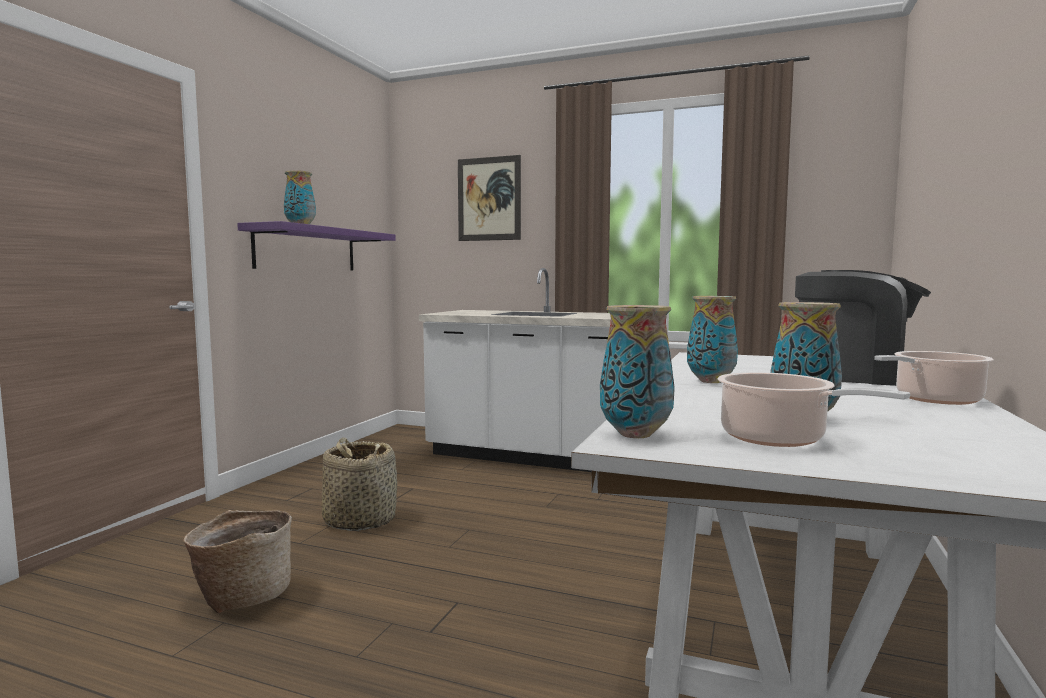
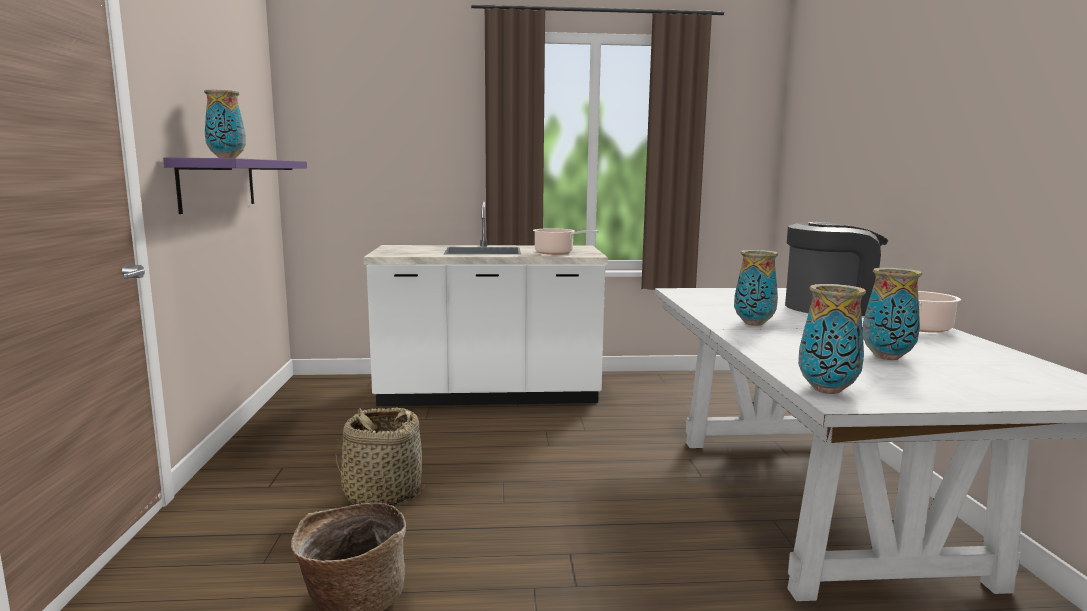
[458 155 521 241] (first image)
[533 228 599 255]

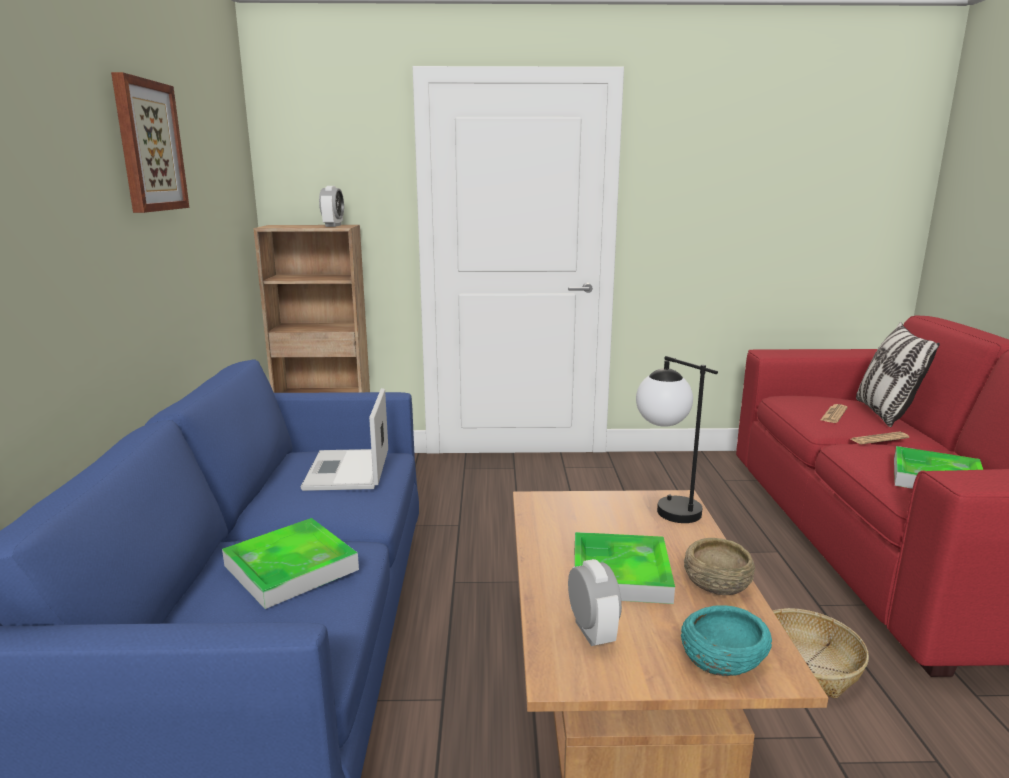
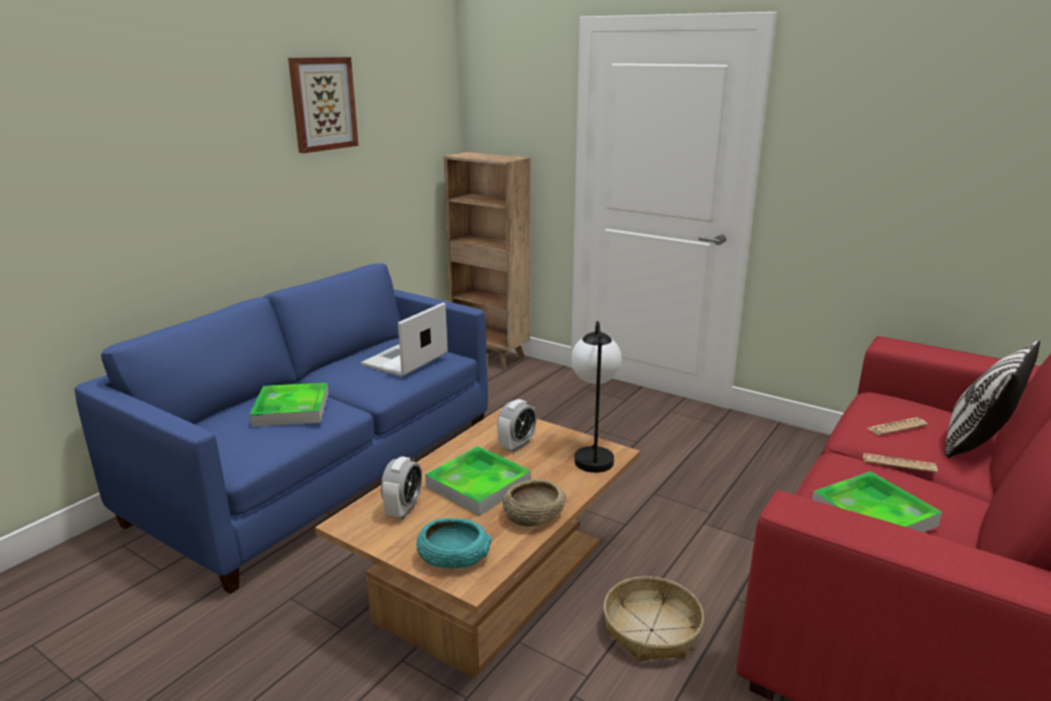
[497 399 536 452]

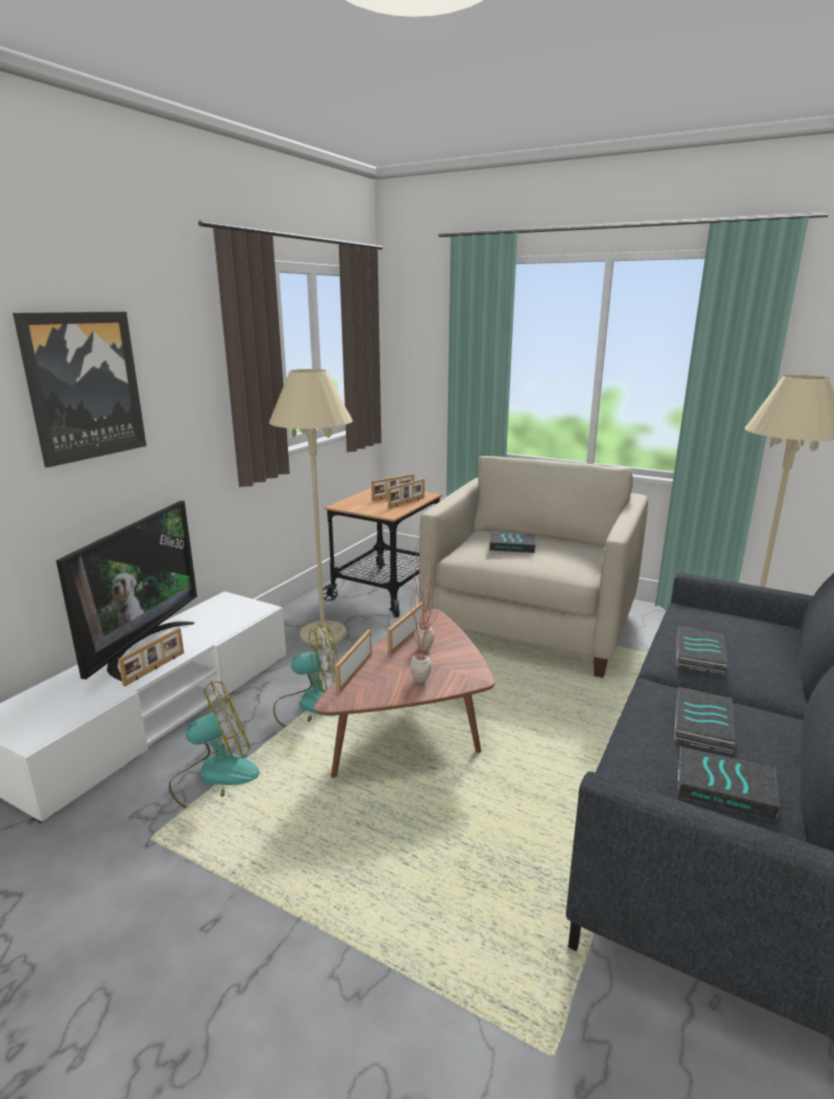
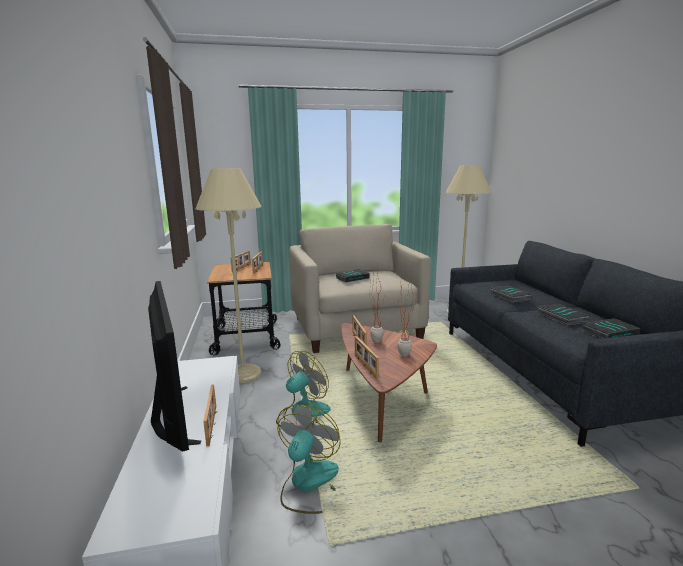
[13 312 146 468] (first image)

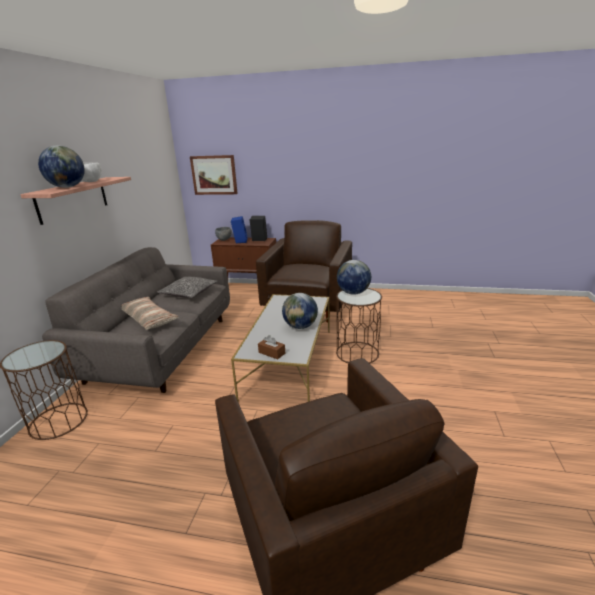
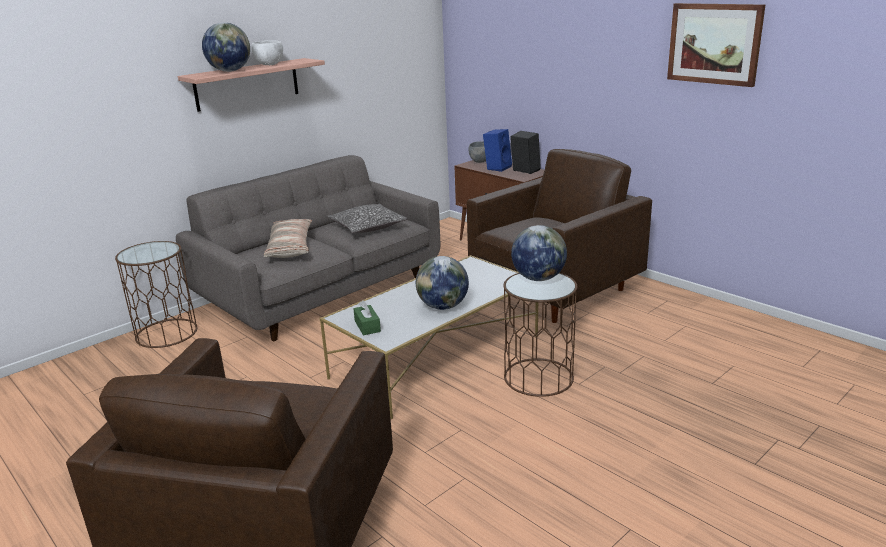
[667 3 765 87]
[353 300 381 335]

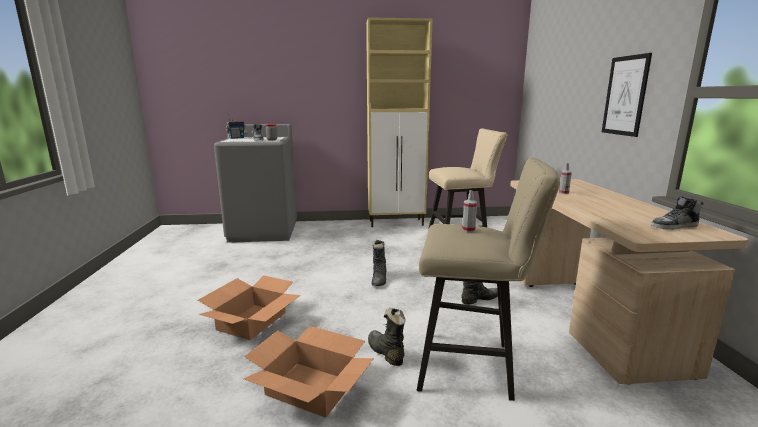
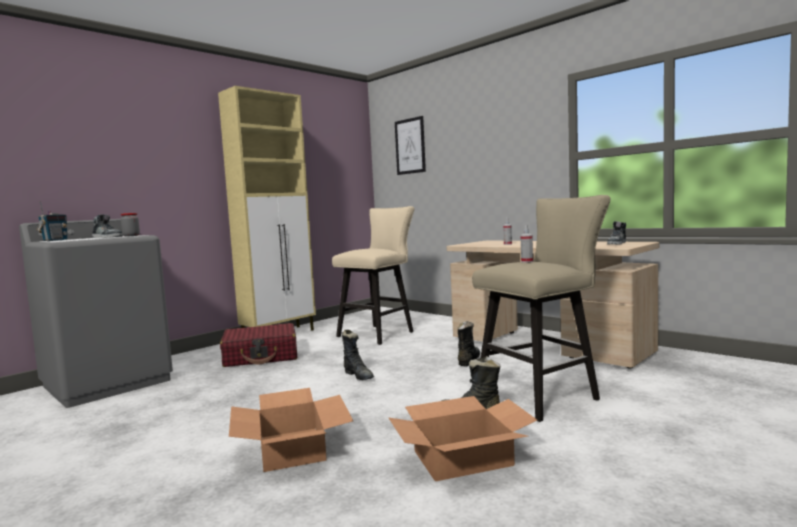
[395 116 426 175]
[220 323 297 367]

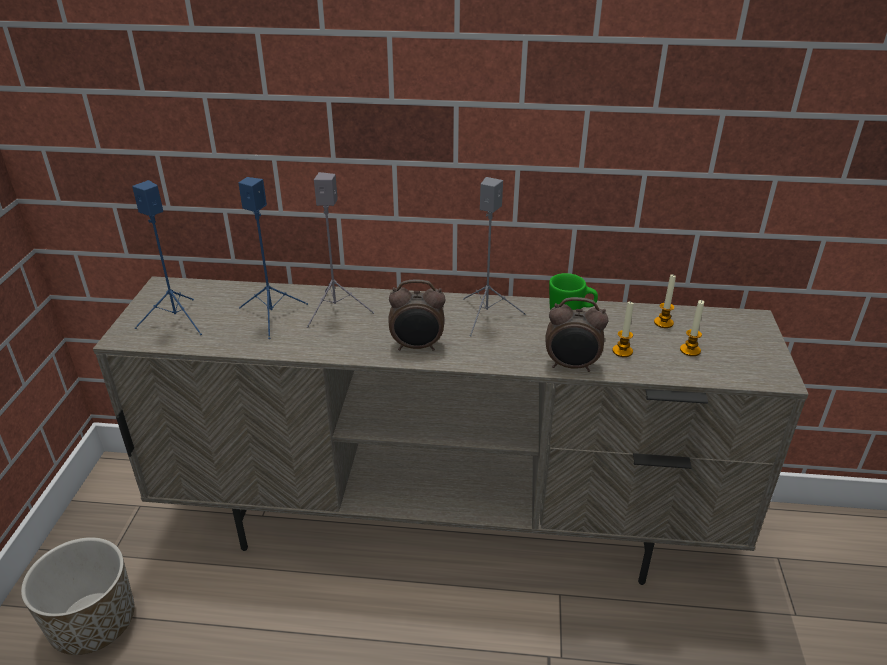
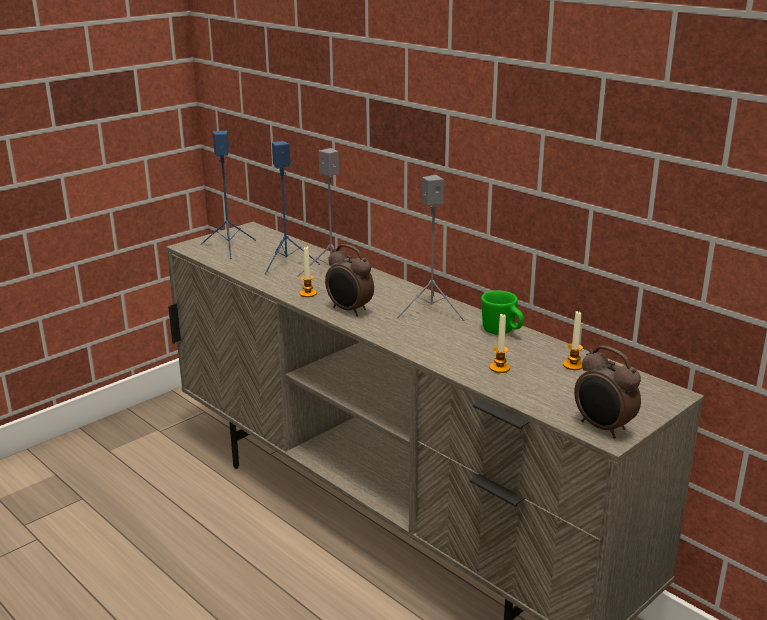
[574 345 641 438]
[299 247 317 297]
[21 537 134 655] (first image)

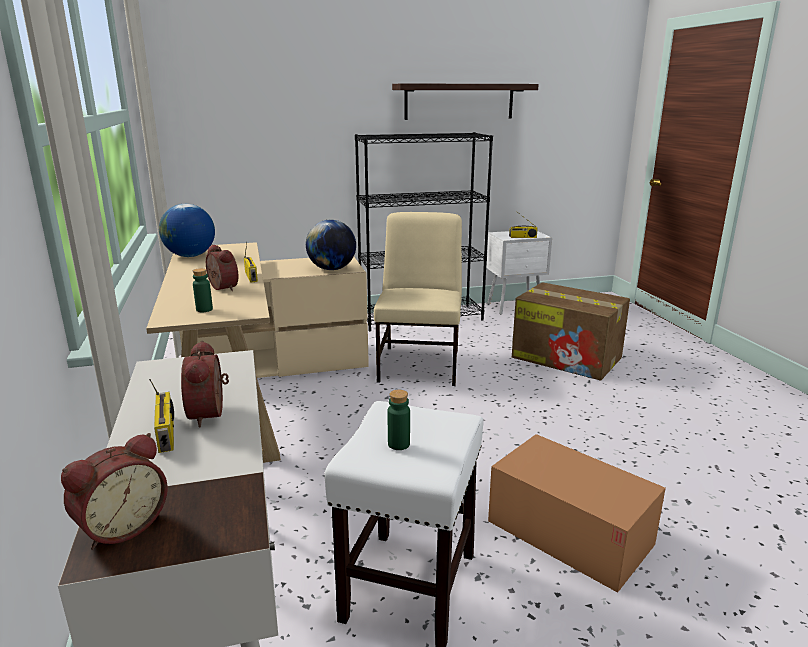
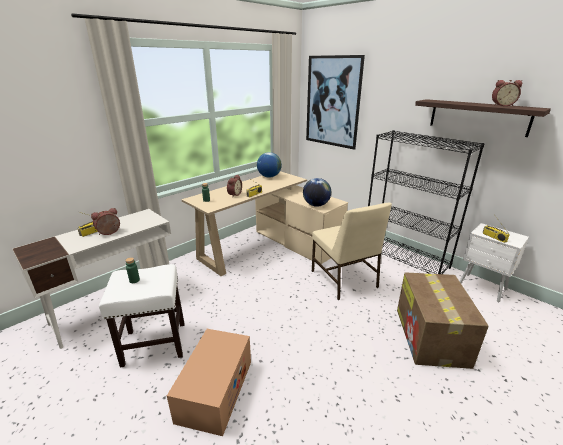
[312 203 392 300]
[492 80 522 106]
[306 55 365 150]

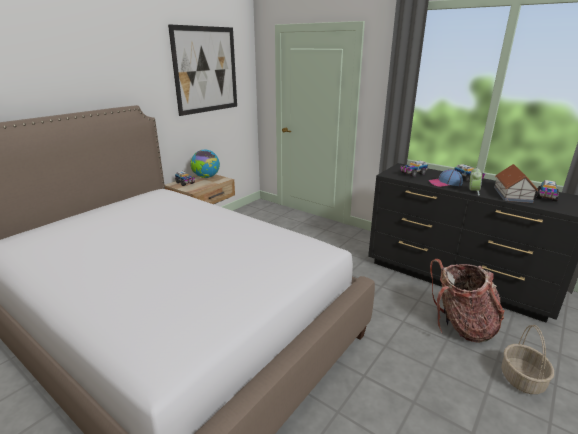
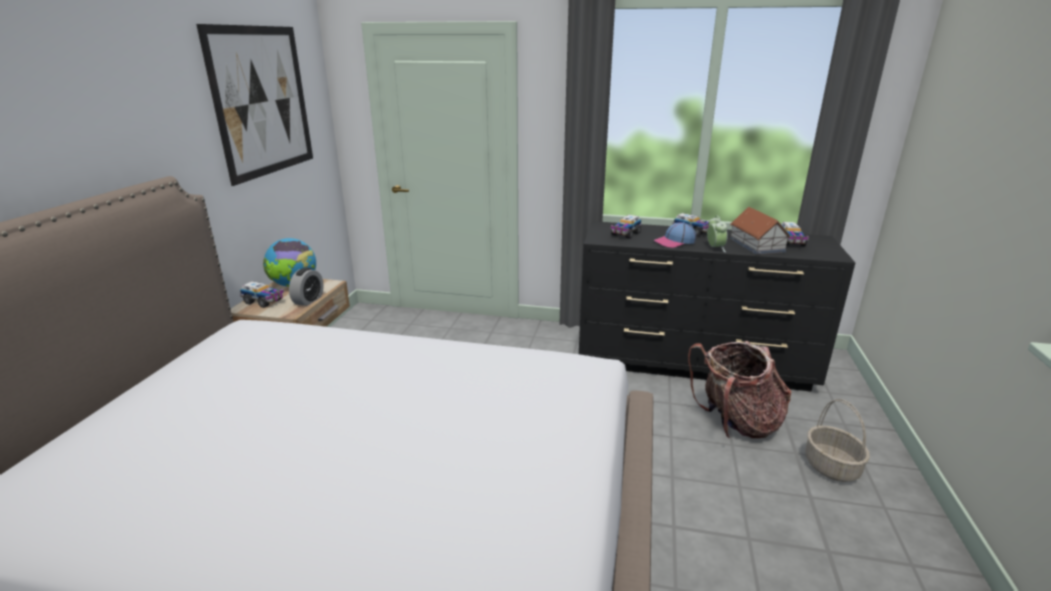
[289 268 324 306]

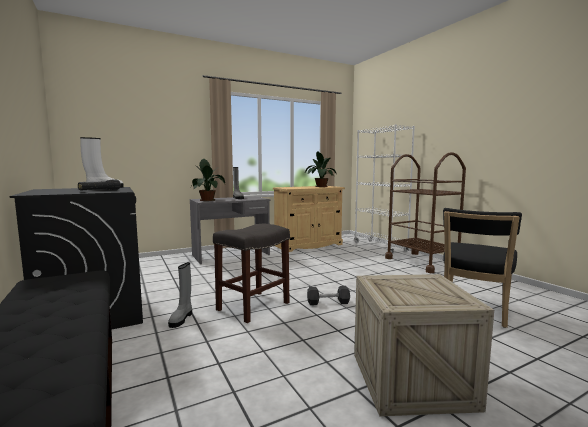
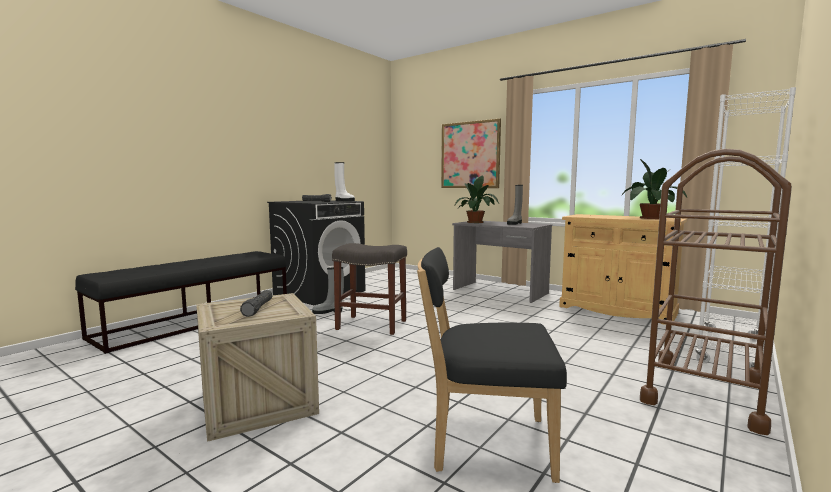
[307 286 350 305] (first image)
[441 118 501 188]
[240 290 273 317]

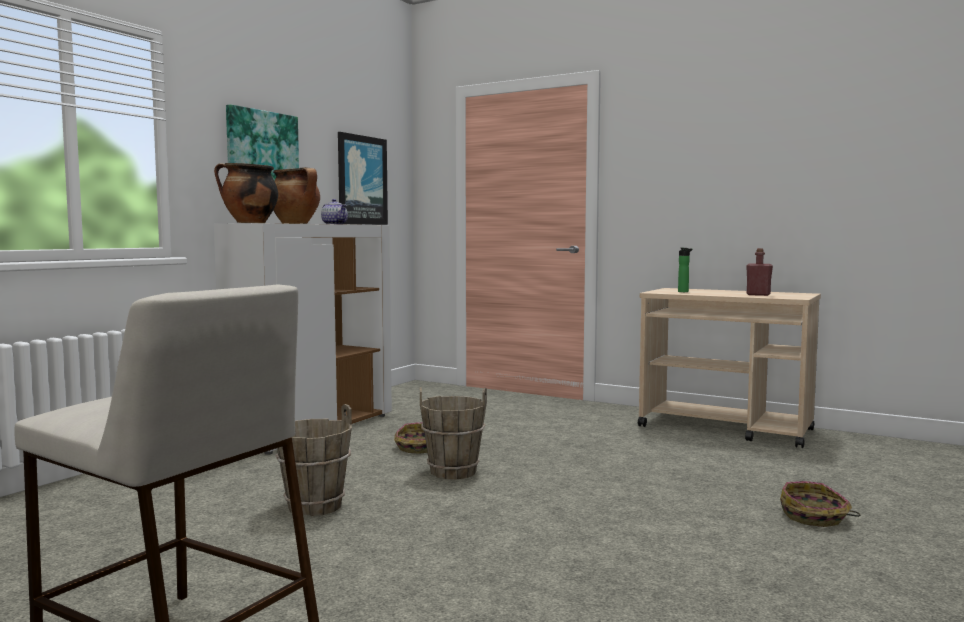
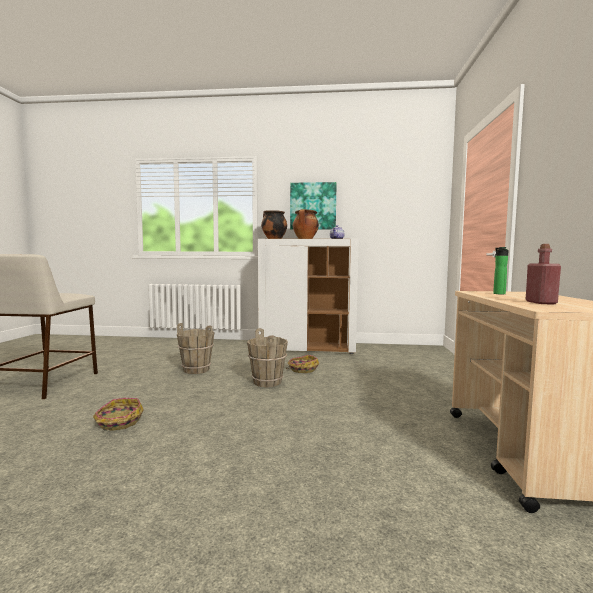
[338 132 388 225] (first image)
[93 398 144 431]

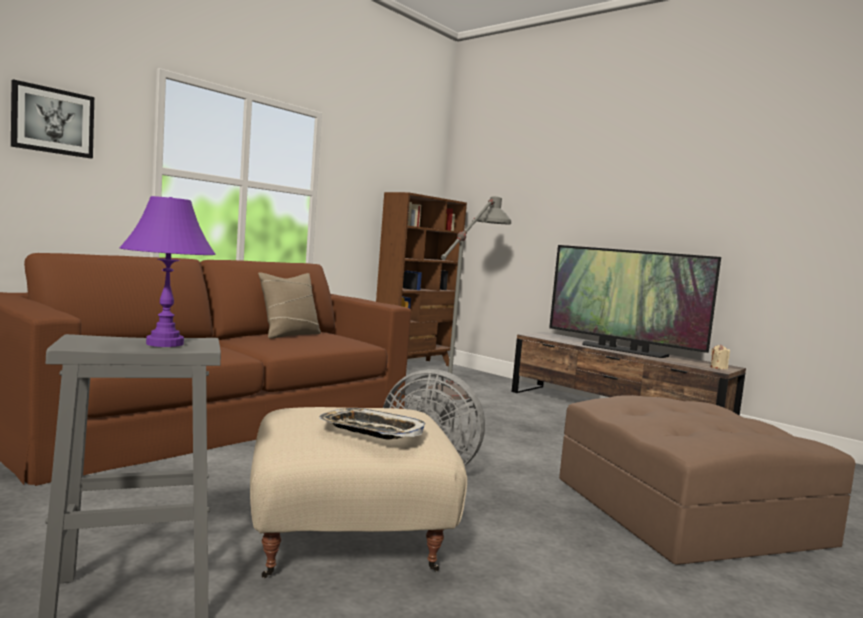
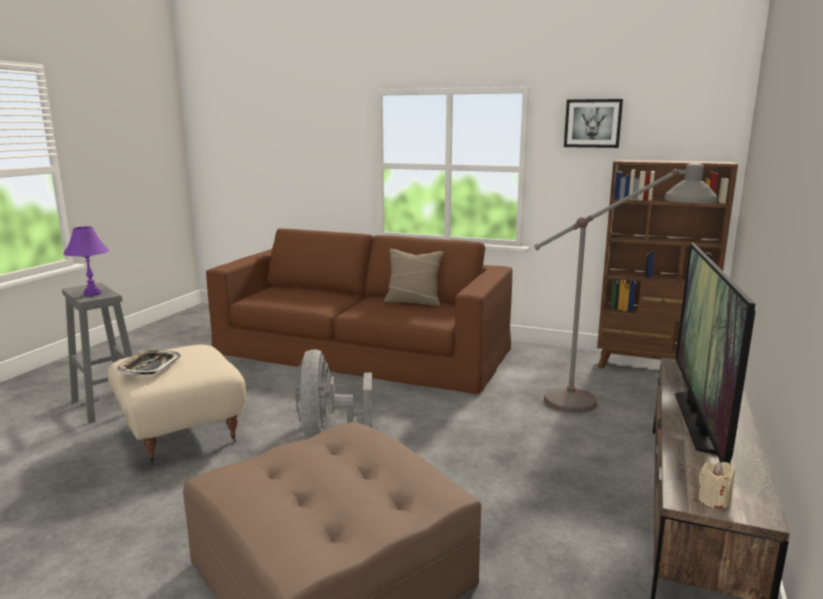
[564 99 623 148]

